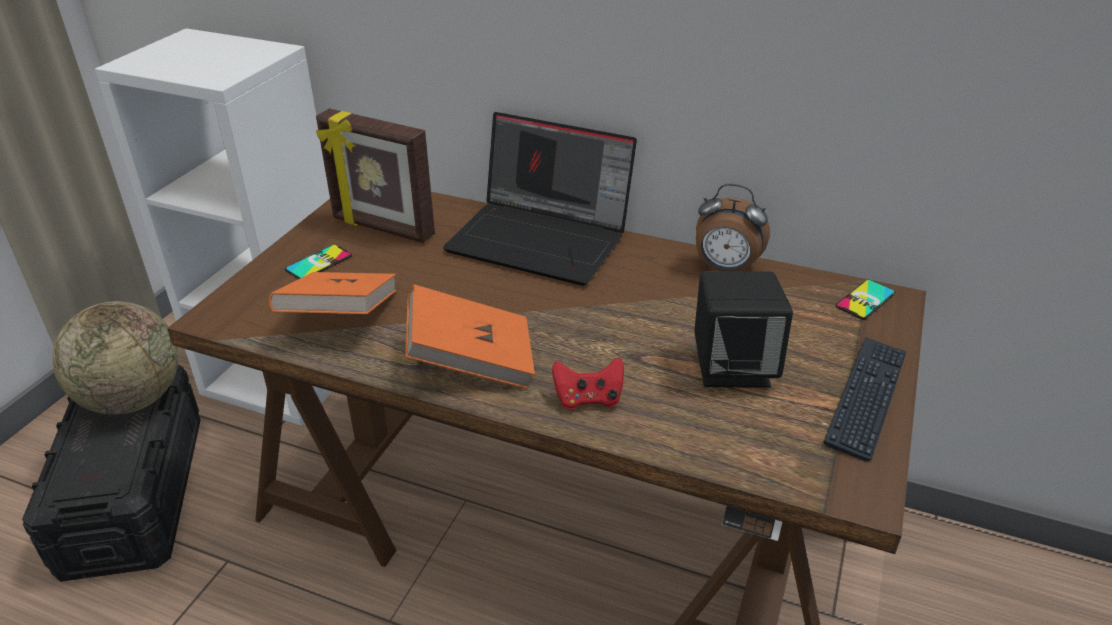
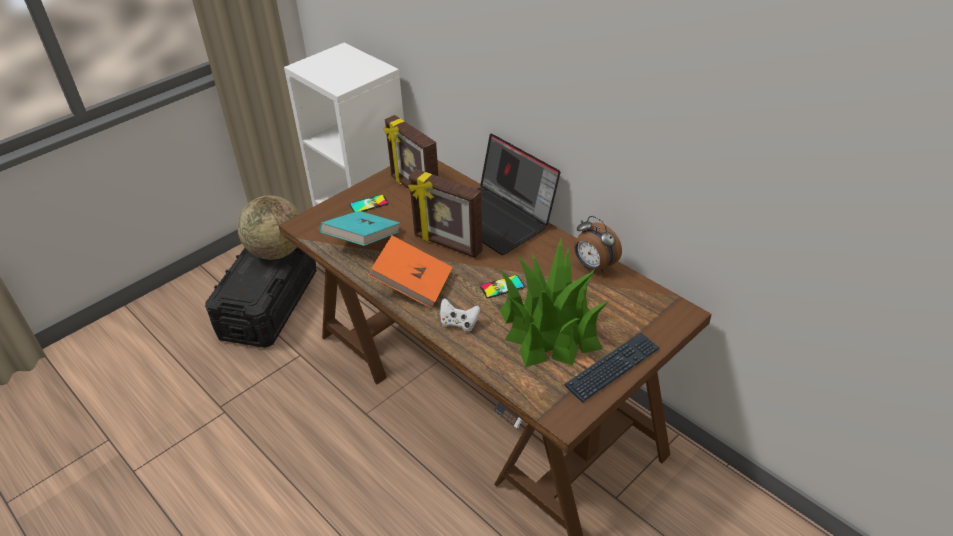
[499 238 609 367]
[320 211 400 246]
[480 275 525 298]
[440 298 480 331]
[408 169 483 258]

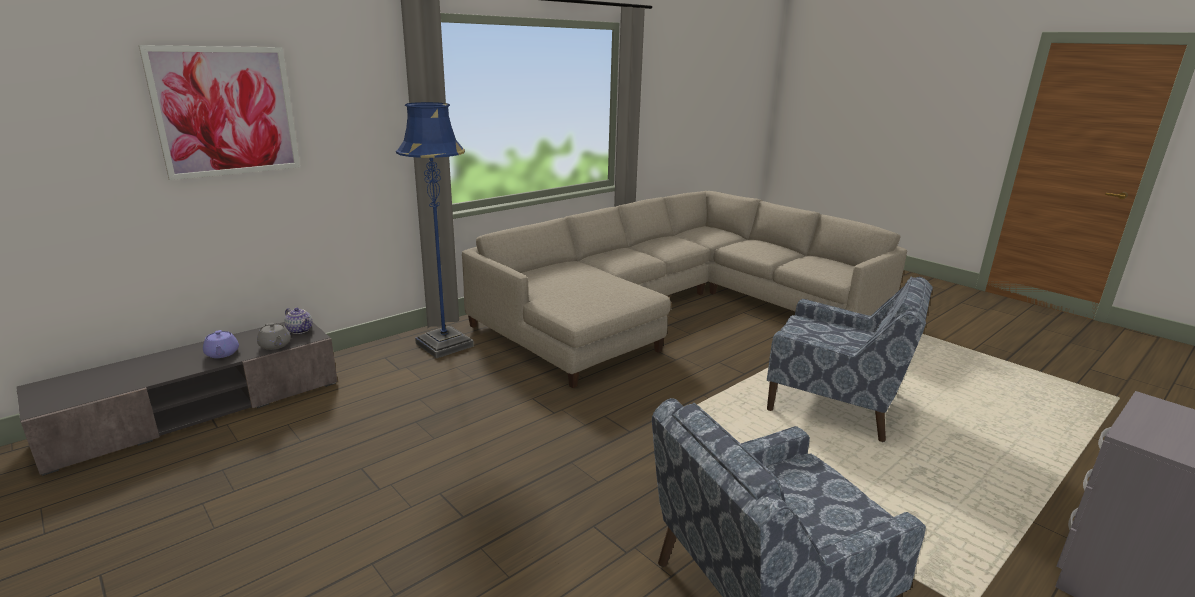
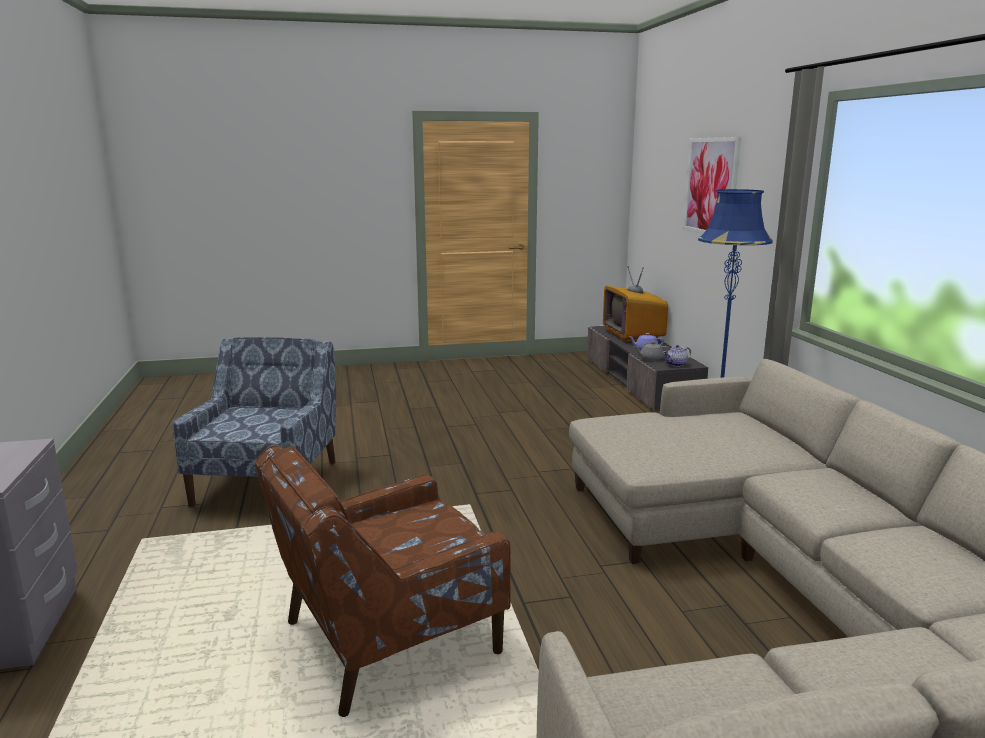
[255 445 511 717]
[603 266 668 342]

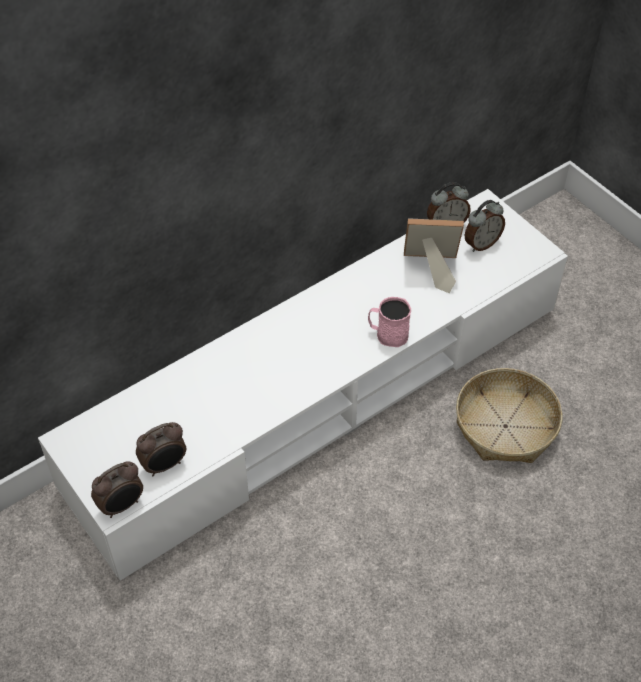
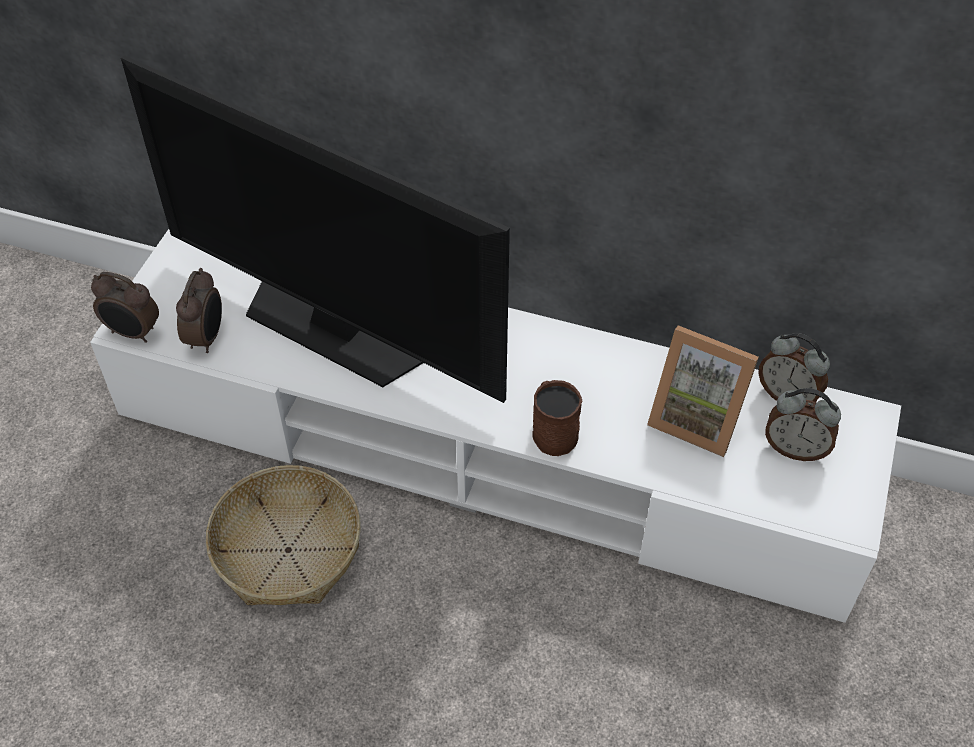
[647 325 759 457]
[532 380 582 456]
[206 465 361 605]
[176 268 222 353]
[121 55 510 403]

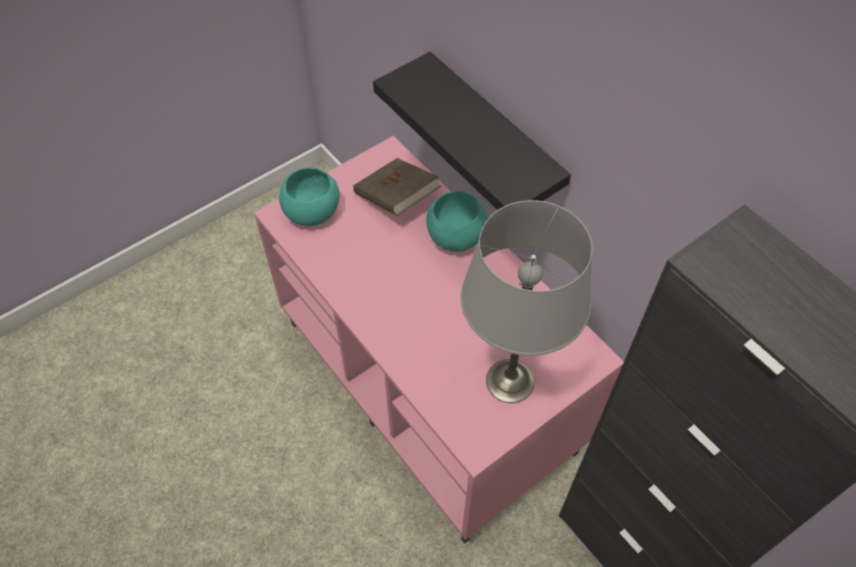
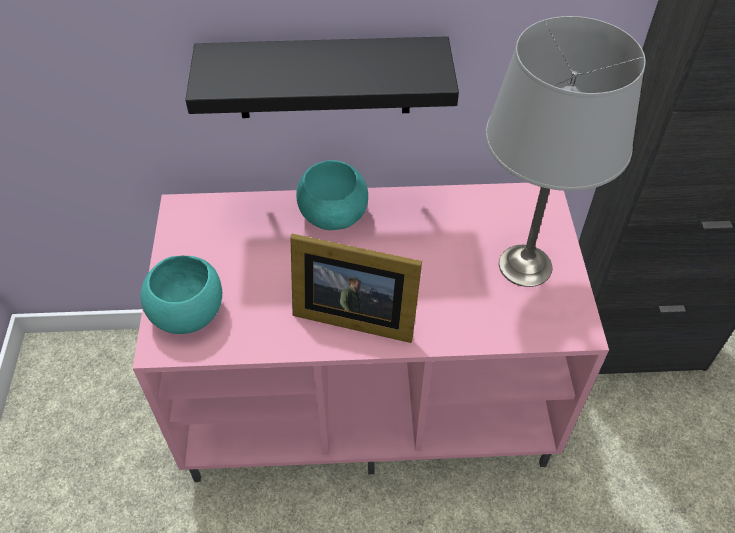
[353 158 441 216] (first image)
[290 234 422 343]

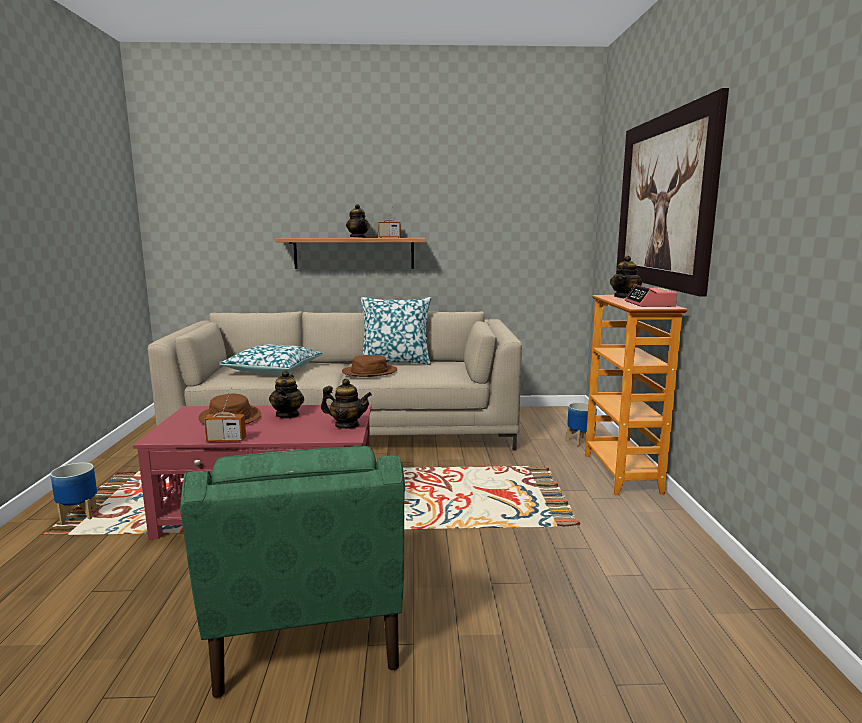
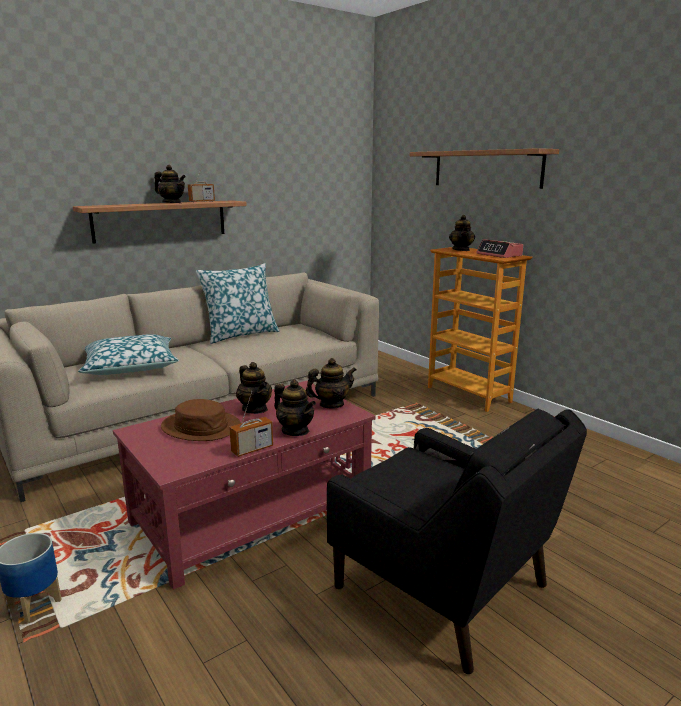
[410 148 559 189]
[342 355 397 377] (first image)
[567 402 597 447] (first image)
[327 408 587 674]
[274 380 316 436]

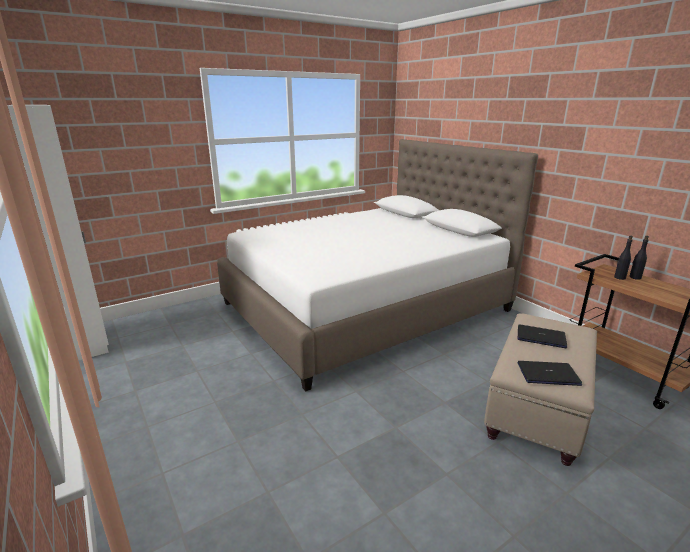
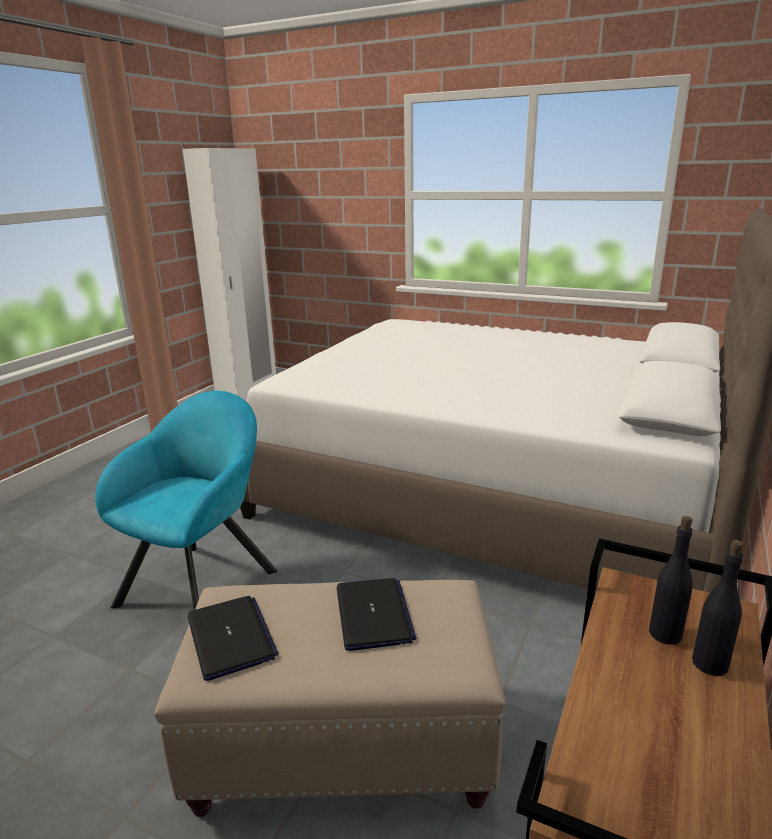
[95 391 277 610]

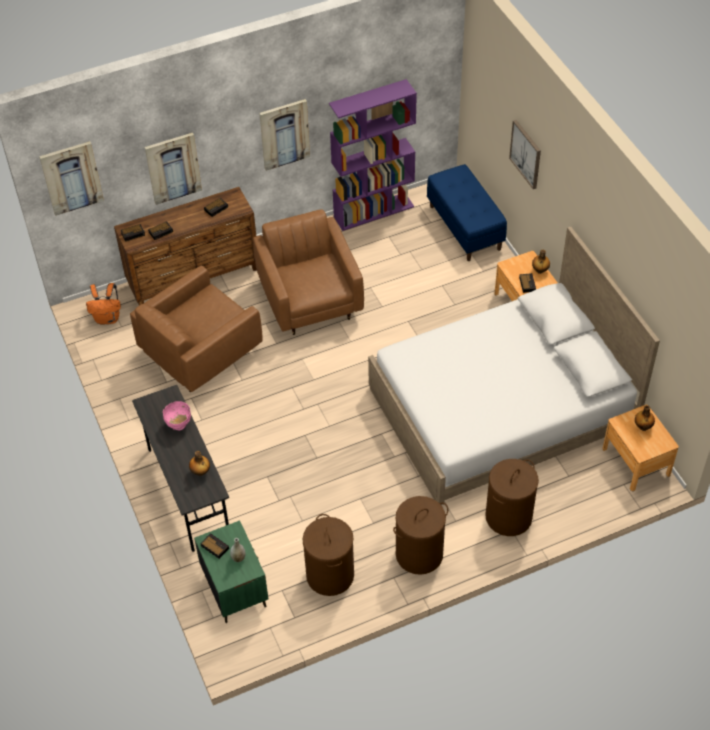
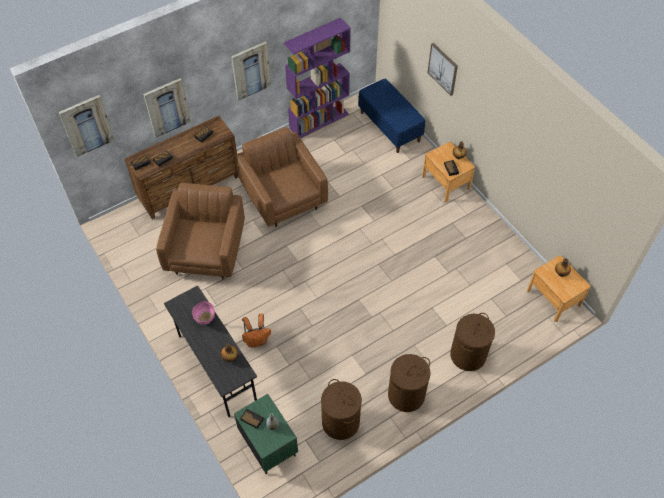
[368 227 660 505] (first image)
[156 183 245 279]
[242 314 271 347]

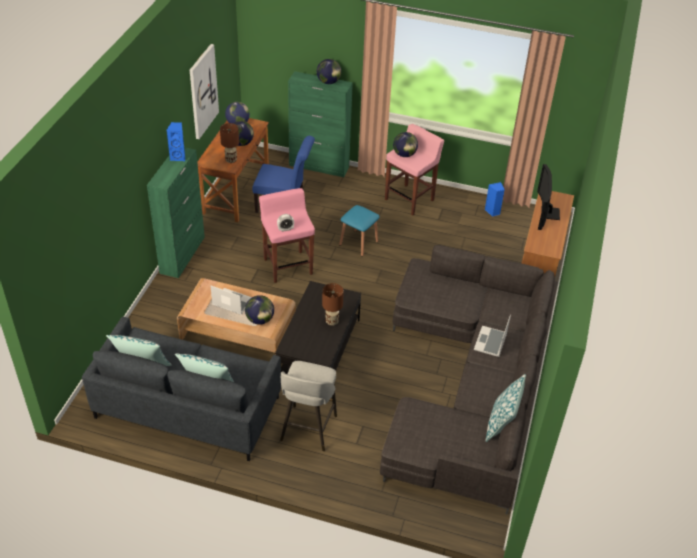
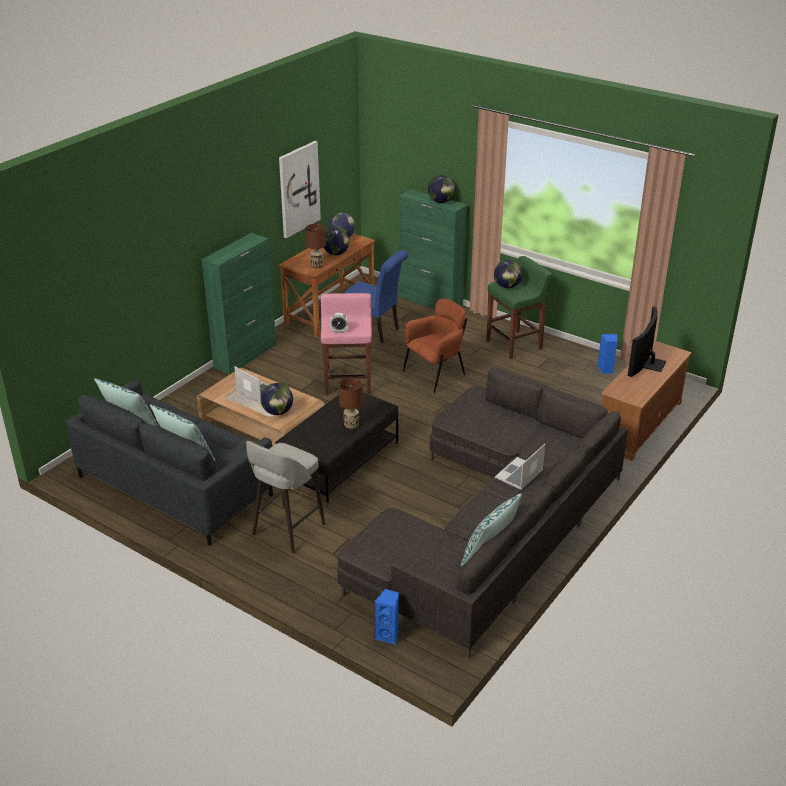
[374 589 399 644]
[487 256 553 359]
[403 299 467 393]

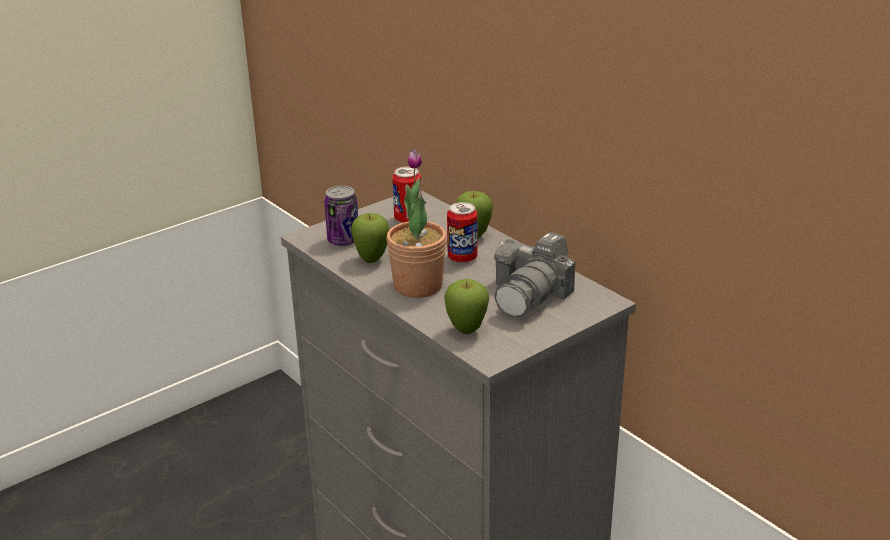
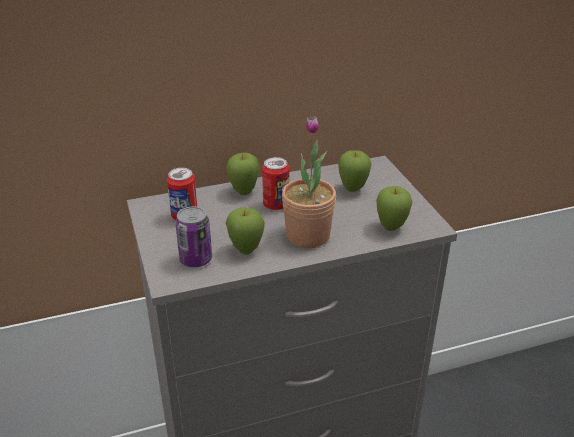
[338 150 371 192]

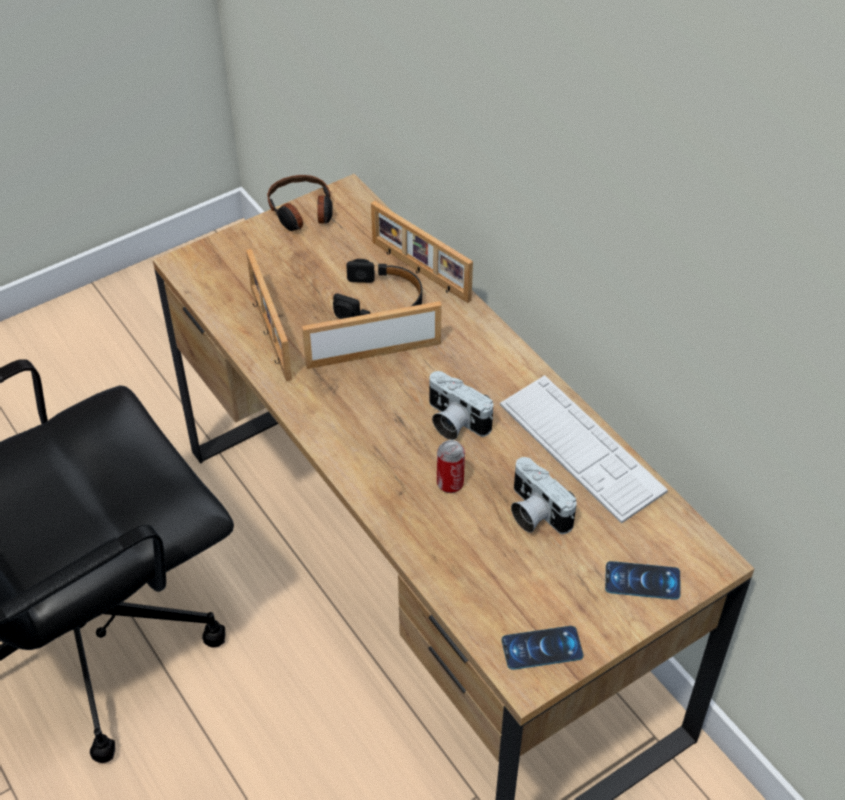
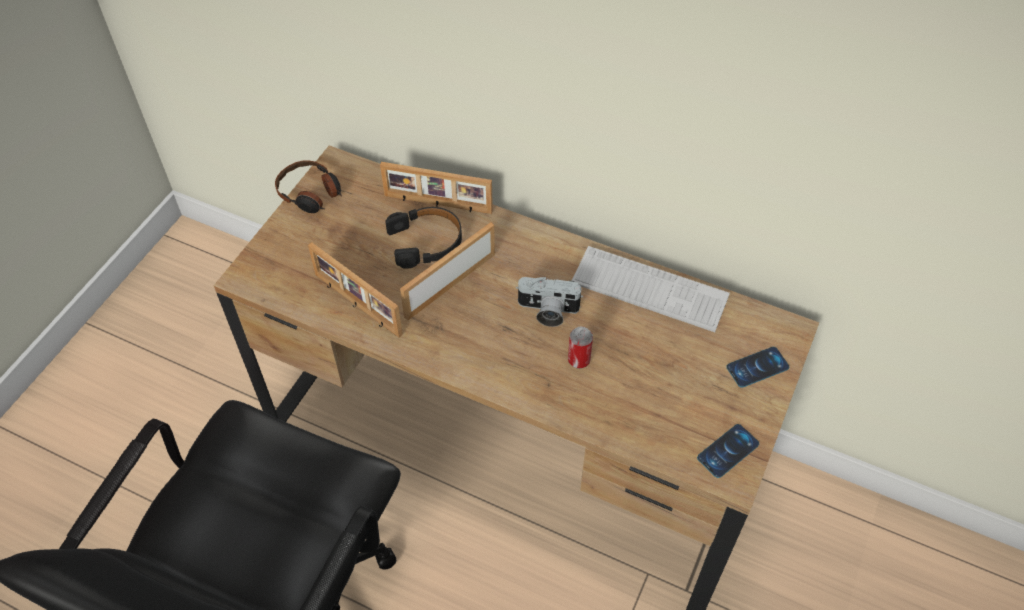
[511 457 577 534] (first image)

